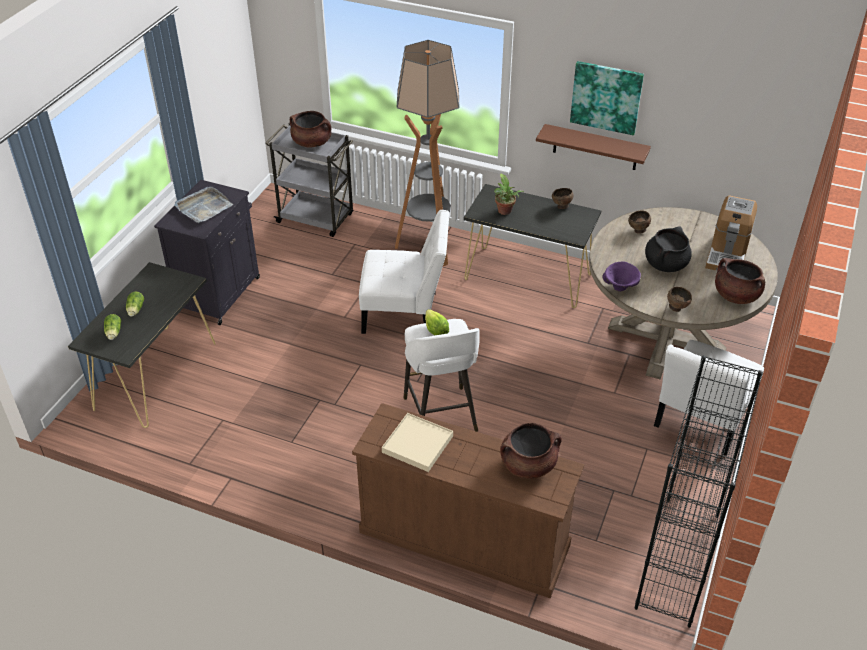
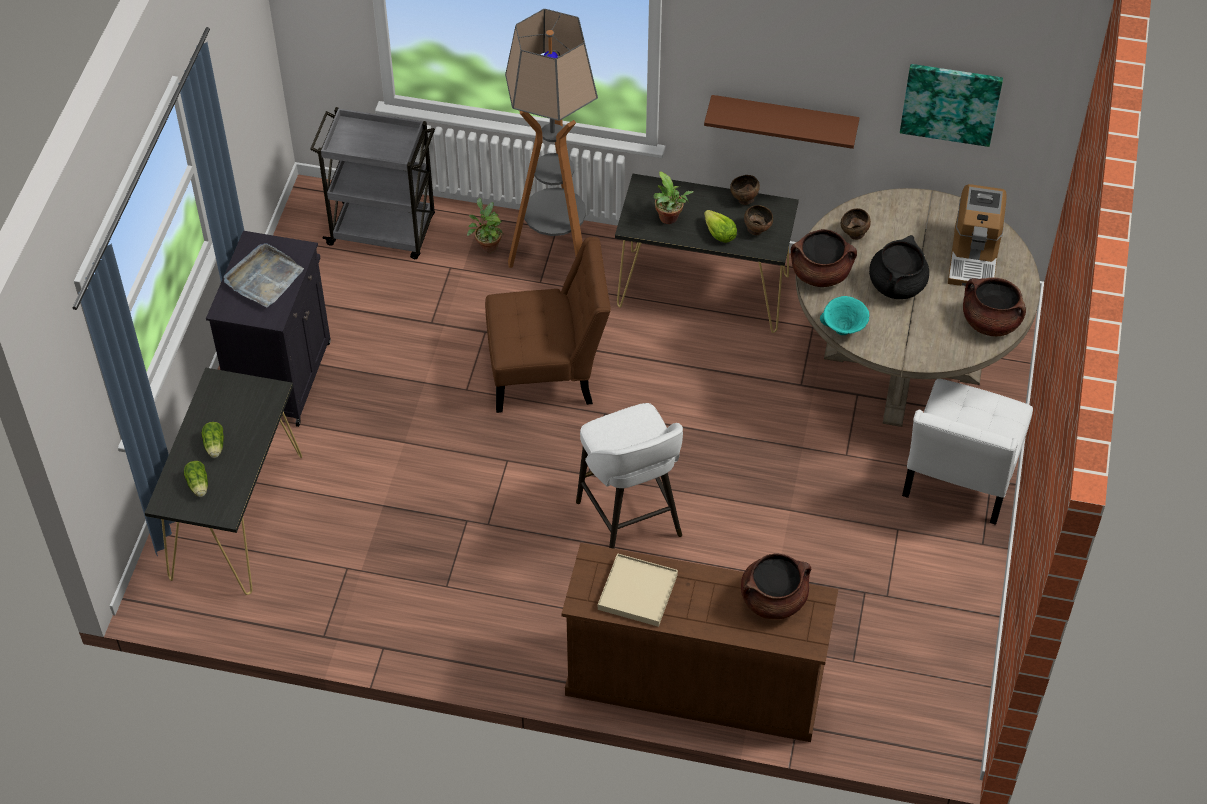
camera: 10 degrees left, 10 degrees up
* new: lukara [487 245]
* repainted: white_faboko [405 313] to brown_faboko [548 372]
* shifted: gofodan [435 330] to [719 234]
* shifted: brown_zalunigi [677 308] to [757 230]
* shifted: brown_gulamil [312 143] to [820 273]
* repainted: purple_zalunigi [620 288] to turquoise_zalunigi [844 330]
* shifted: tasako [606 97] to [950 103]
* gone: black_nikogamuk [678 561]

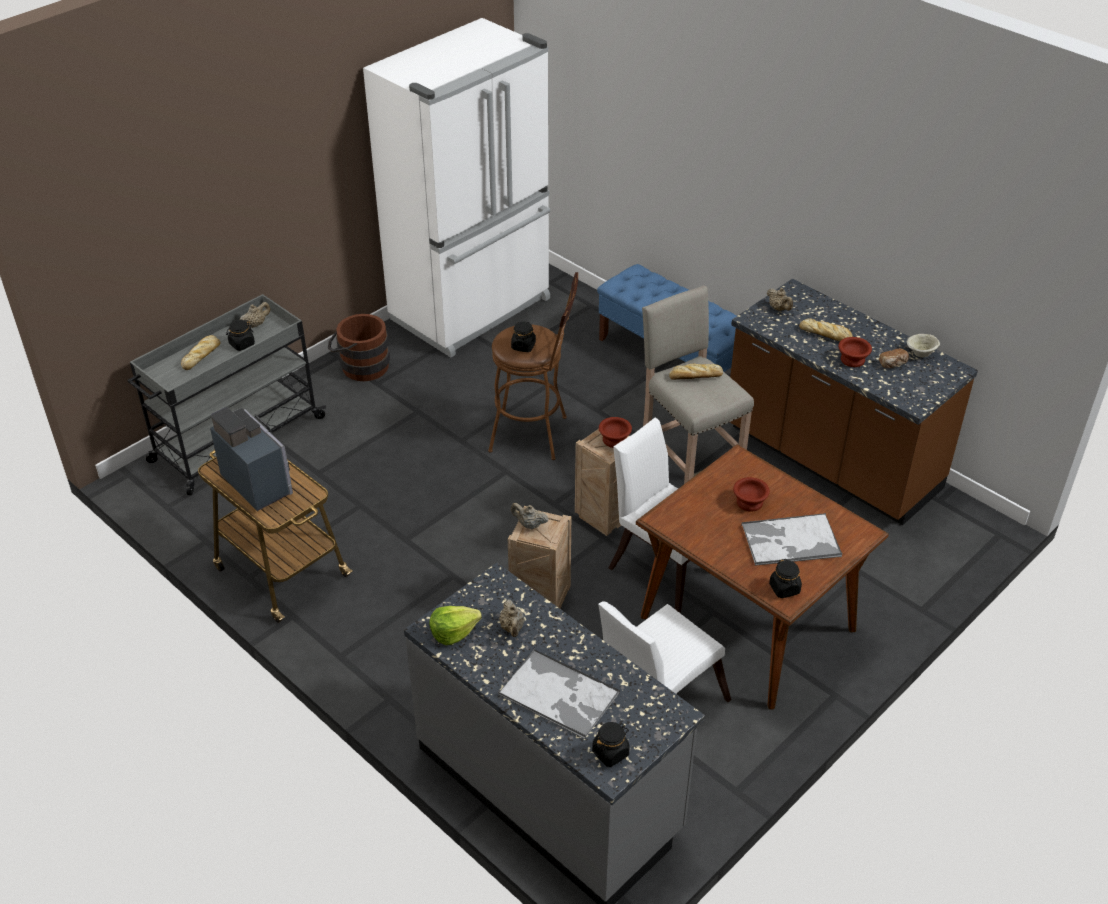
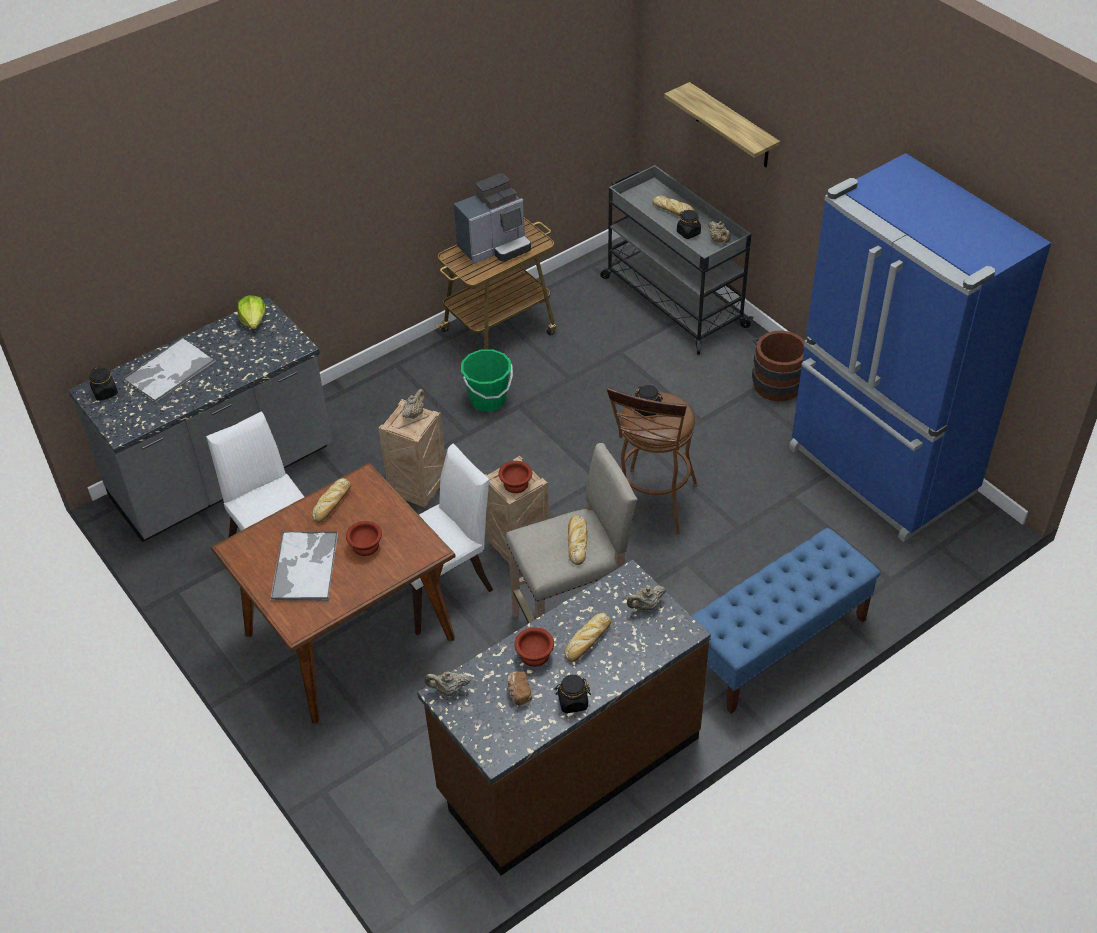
camera: 100 degrees right, 5 degrees up
* new: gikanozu [331 504]
* shifted: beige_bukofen [512 628] to [448 690]
* new: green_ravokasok [488 400]
* shifted: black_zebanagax [784 589] to [572 702]
* new: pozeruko [732 127]
* repainted: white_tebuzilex [473 310] to blue_tebuzilex [880 472]
* gone: beige_zalunigi [920 354]

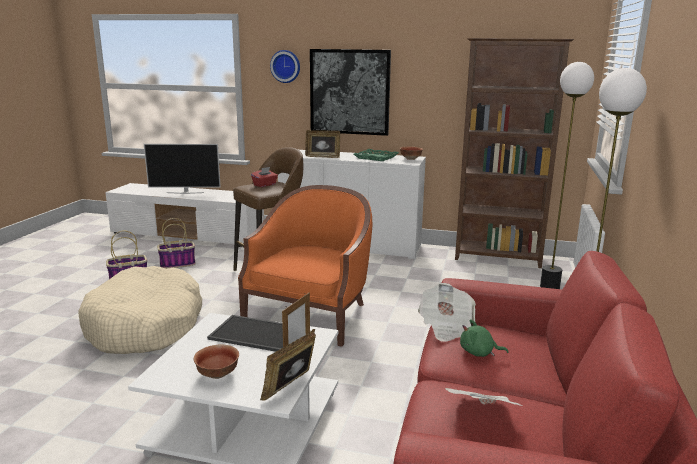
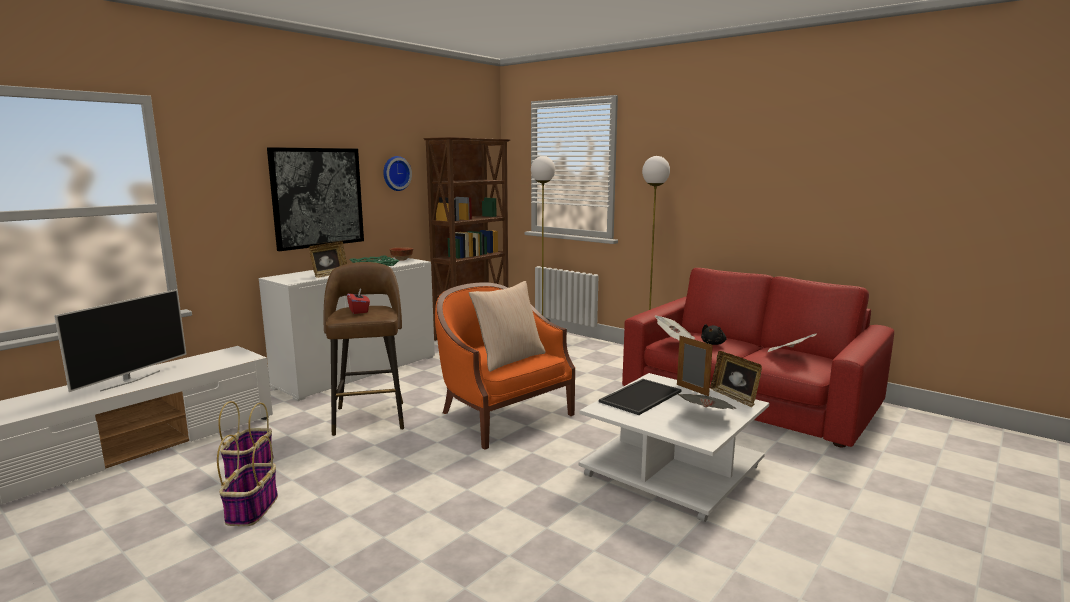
camera: 65 degrees left, 5 degrees down
* shifted: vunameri [286 66] to [395 173]
* new: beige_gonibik [509 359]
* swapped: zalunigi [218 374] to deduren [706 417]
* repainted: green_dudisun [479 353] to black_dudisun [713 344]
* gone: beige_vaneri [145 326]

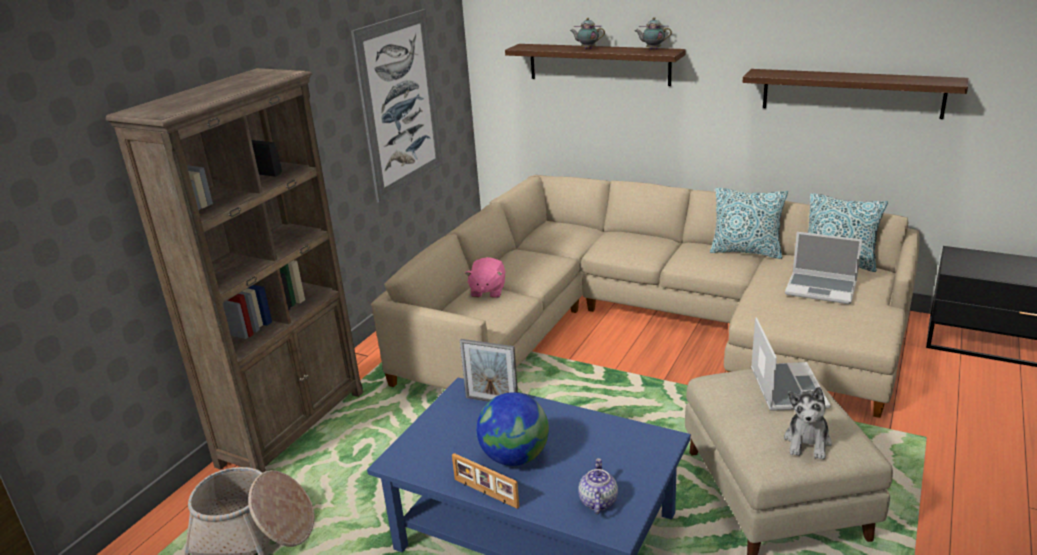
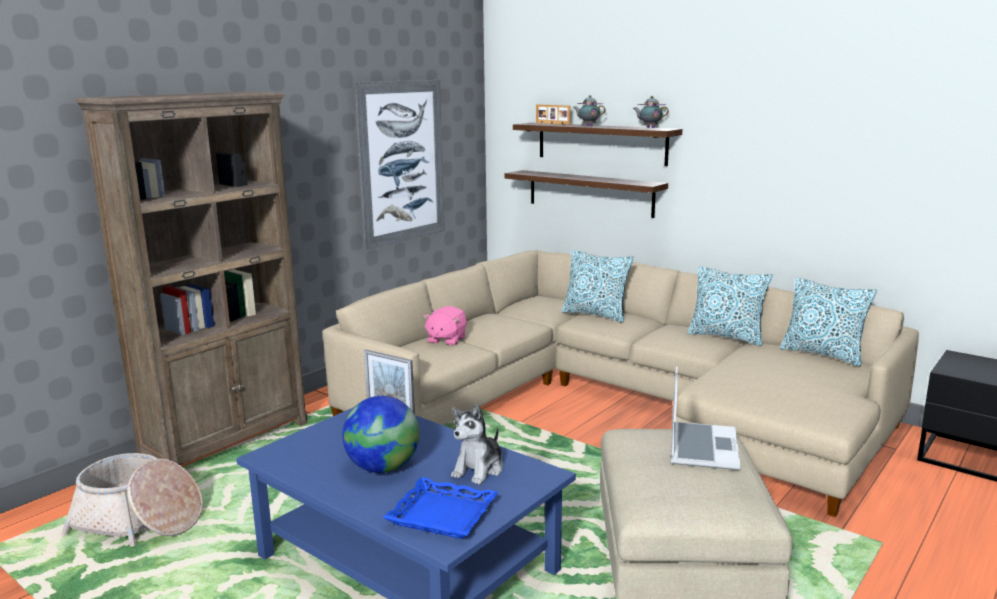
camera: 10 degrees right, 10 degrees down
* swapped: bukofen [597 501] to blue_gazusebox [442 515]
* shifted: dudisun [807 442] to [479 469]
* shifted: pozeruko [851 93] to [590 193]
* shifted: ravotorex [485 493] to [552 123]
* new: gonibik [595 314]
* gone: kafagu [821 289]

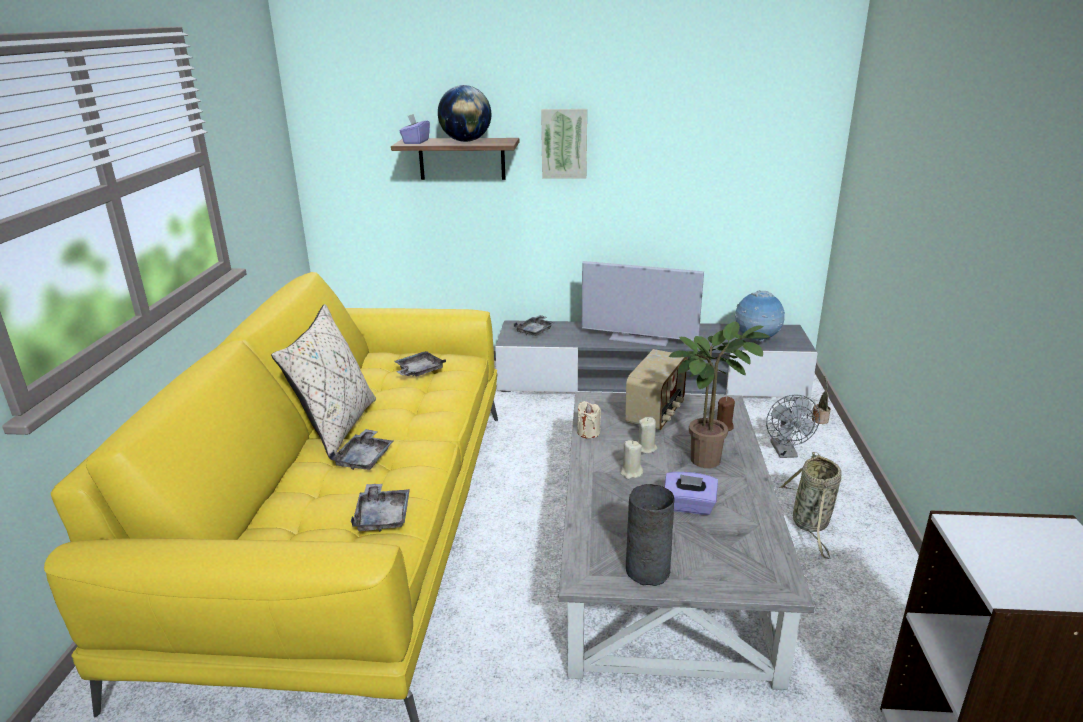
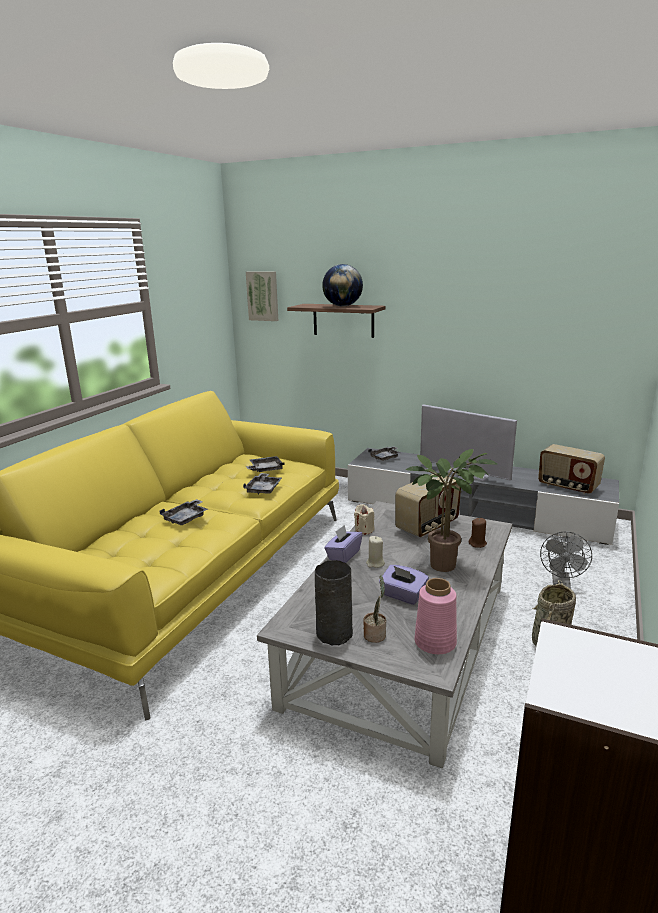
camera: 20 degrees right, 5 degrees down
* shifted: grey_gazusebox [382 516] to [264 489]
* shifted: tasako [564 143] to [263 296]
* shifted: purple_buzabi [415 142] to [343 555]
* shifted: lukara [820 419] to [375 634]
* new: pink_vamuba [436 642]
* swapped: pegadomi [756 340] to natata [567 486]
* gone: beige_gonibik [336 427]
* gone: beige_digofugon [646 448]

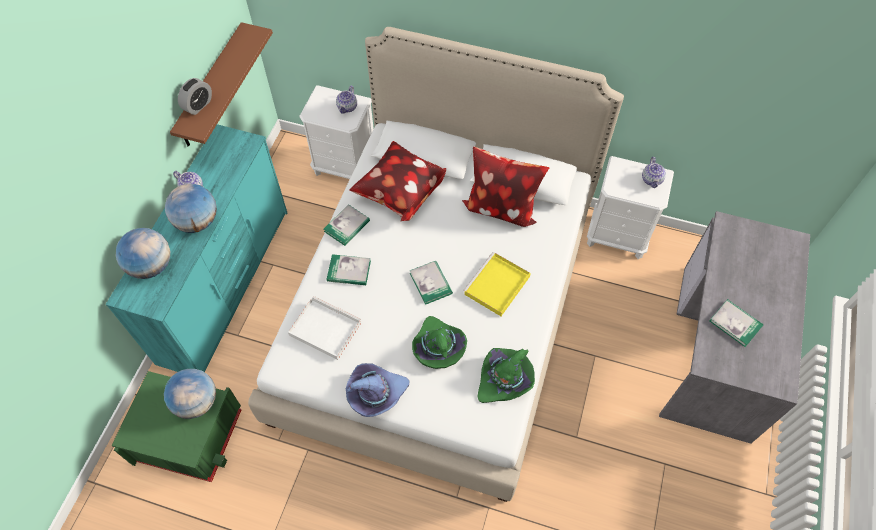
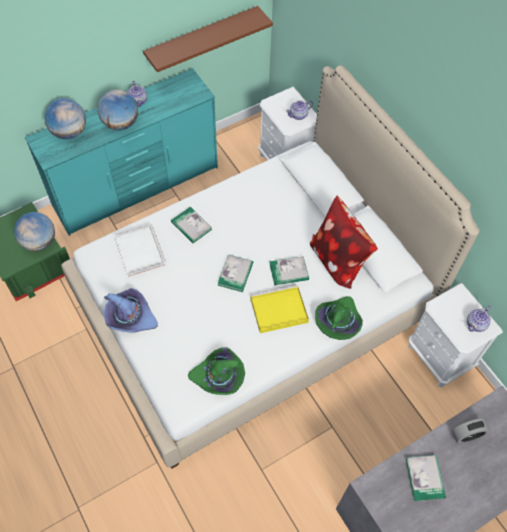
camera: 40 degrees right, 0 degrees up
* shifted: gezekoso [347 226] to [289 272]
* shifted: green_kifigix [438 347] to [338 321]
* shifted: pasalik [198 105] to [467 435]
* gone: gonibik [399 193]

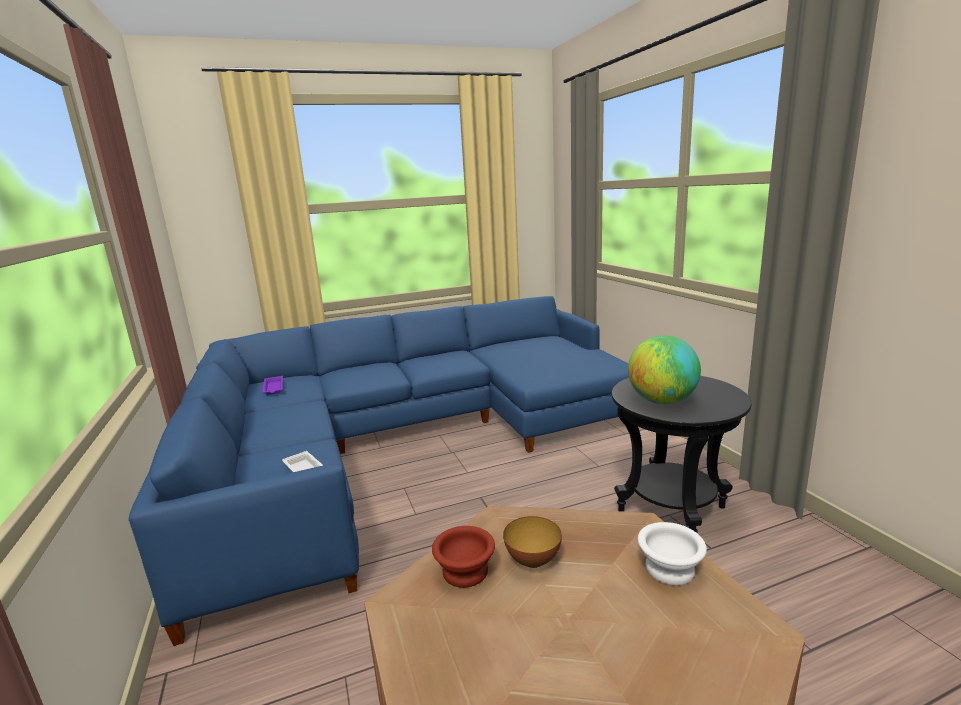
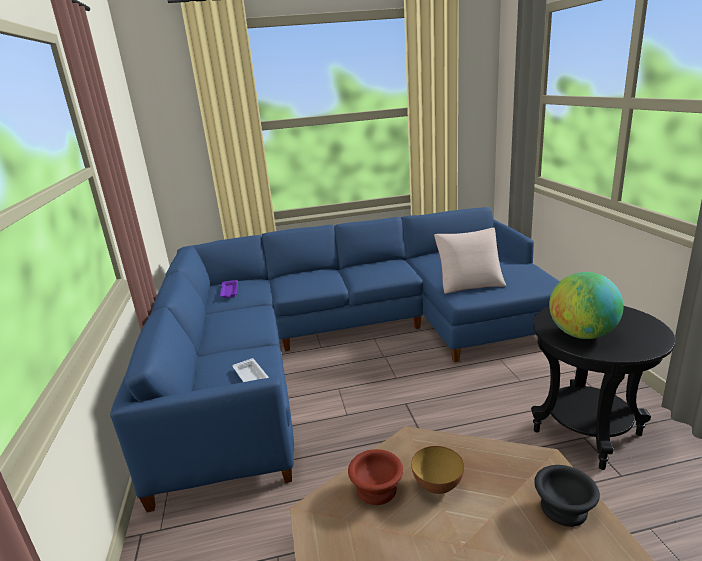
camera: 10 degrees right, 5 degrees up
* new: beige_gonibik [469 283]
* repainted: white_zalunigi [668 570] to black_zalunigi [562 510]

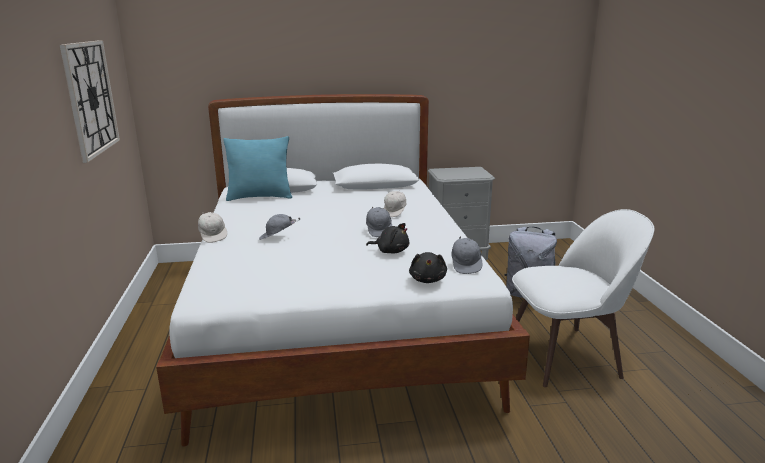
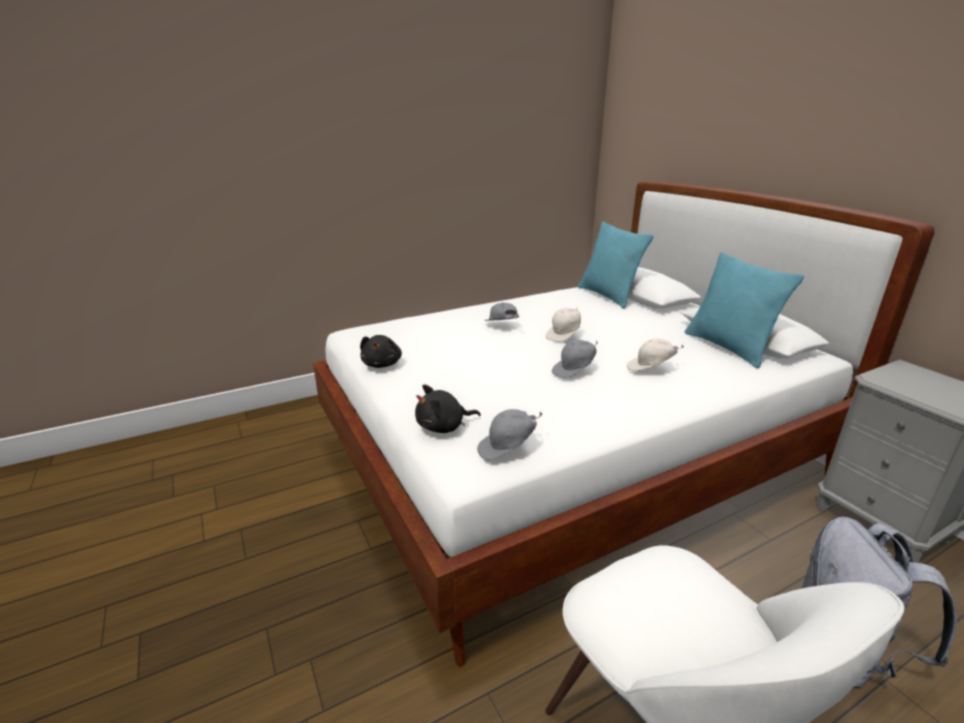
camera: 70 degrees right, 5 degrees up
* shifted: black_dudisun [391 251] to [382 364]
* shifted: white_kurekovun [213 236] to [564 335]
* new: turquoise_gonibik [728 347]
* gone: vunameri [90 98]

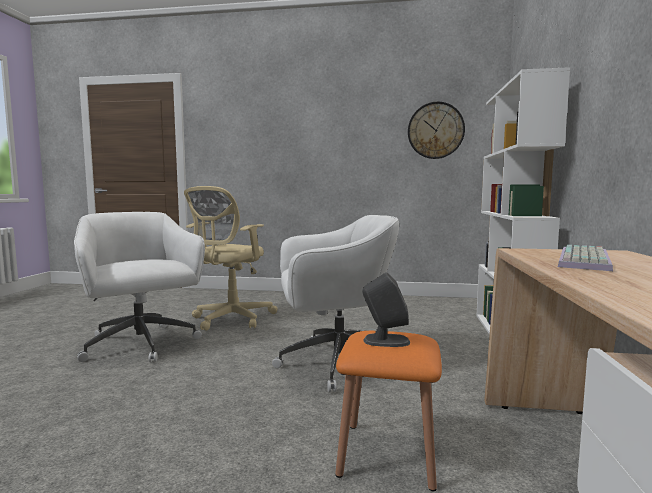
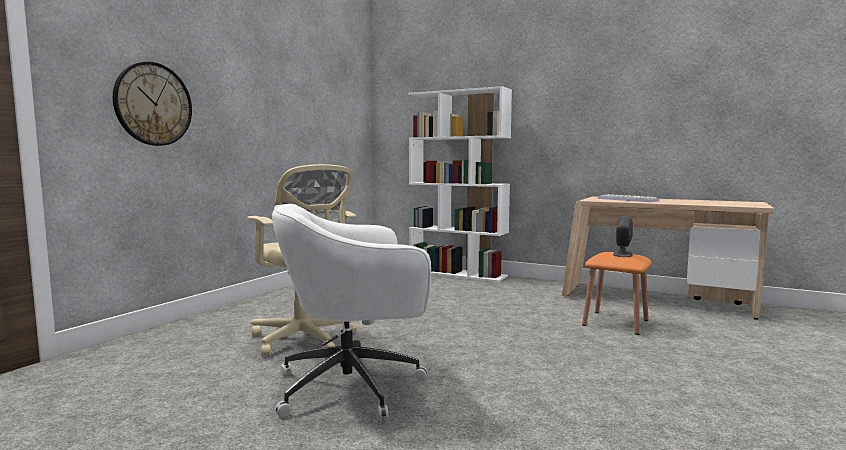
camera: 70 degrees left, 0 degrees up
* shifted: vunameri [435 130] to [153 104]
* gone: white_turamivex [334 364]

